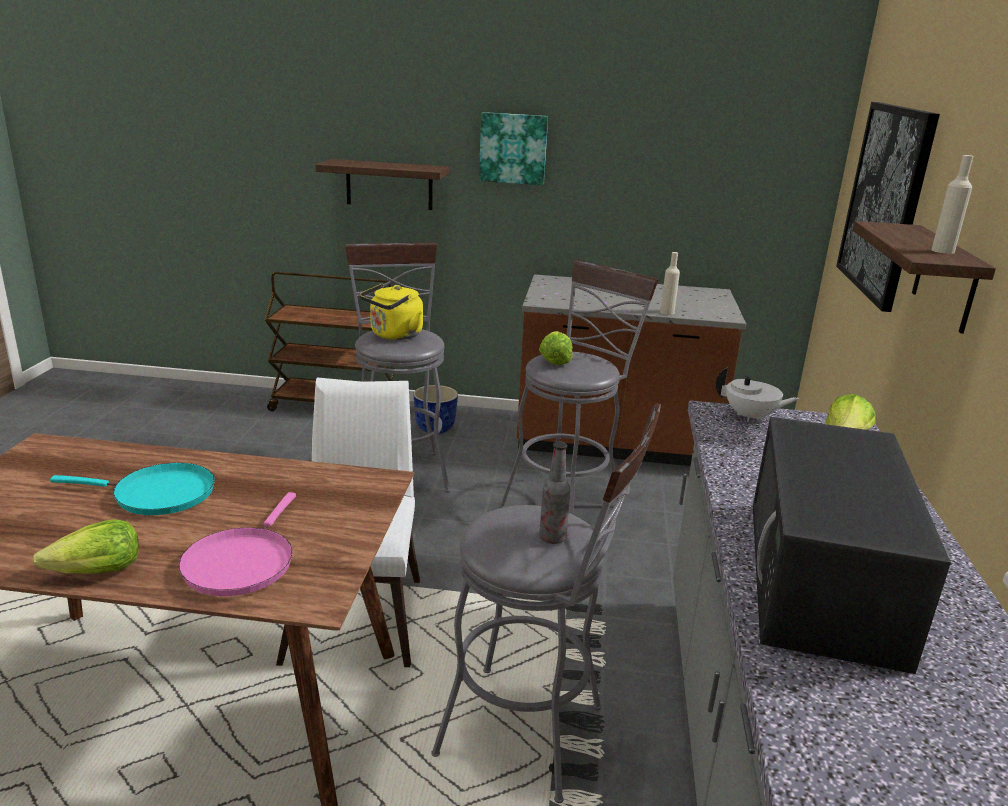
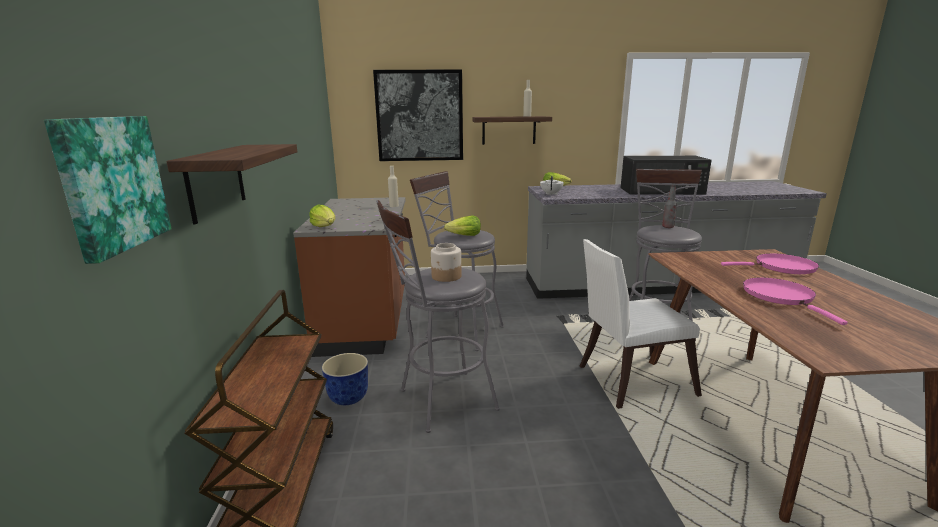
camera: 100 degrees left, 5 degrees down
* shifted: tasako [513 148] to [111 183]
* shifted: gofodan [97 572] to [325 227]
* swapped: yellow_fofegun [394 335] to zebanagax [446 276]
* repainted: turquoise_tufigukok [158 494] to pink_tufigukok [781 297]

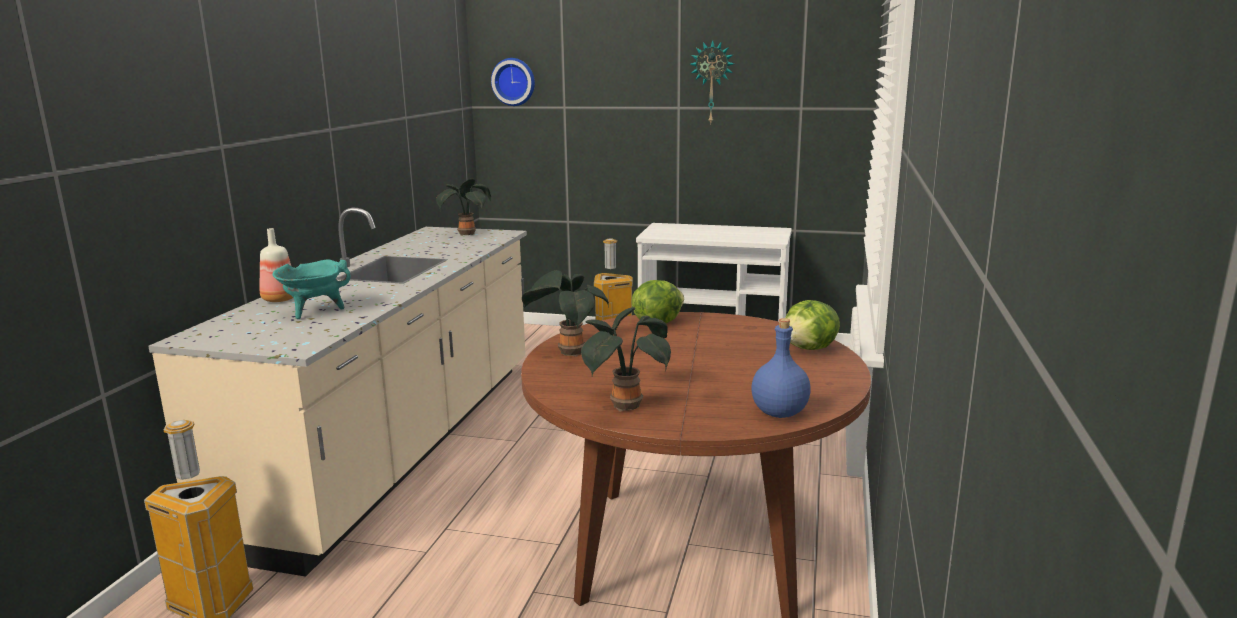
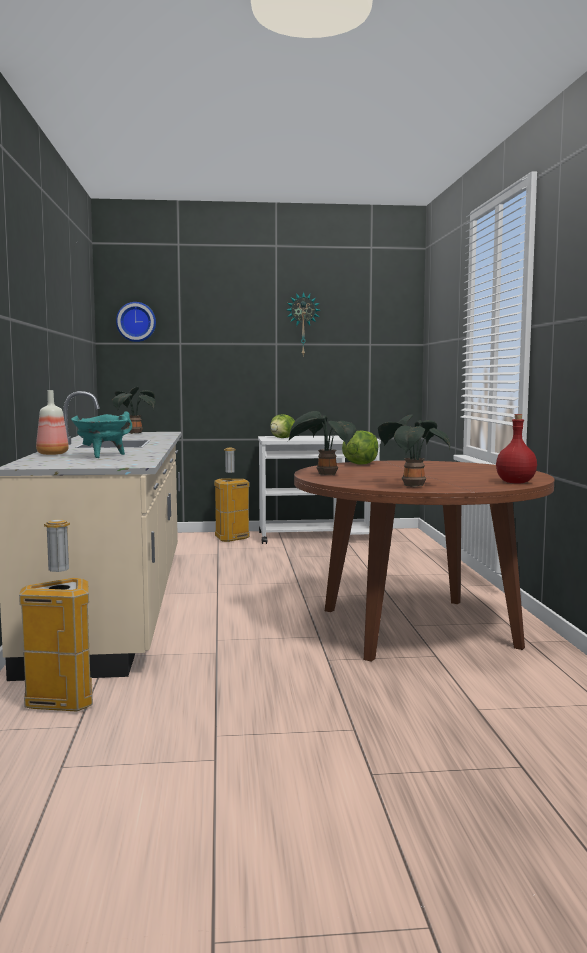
camera: 20 degrees left, 10 degrees down
* shifted: gofodan [809 349] to [283 438]
* repainted: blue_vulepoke [780 413] to red_vulepoke [516 482]

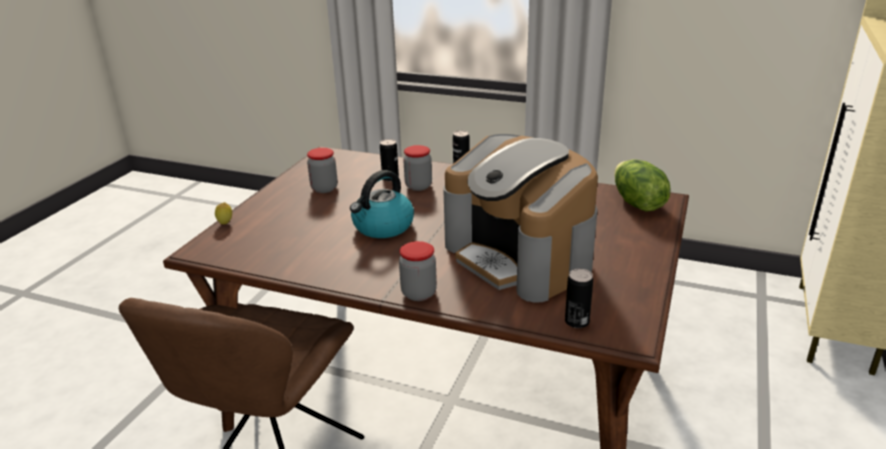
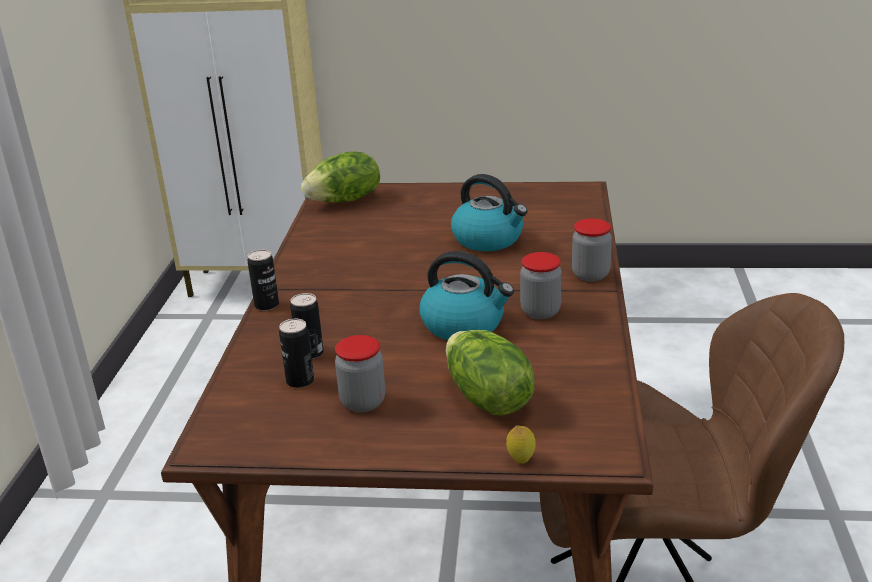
camera: 105 degrees left, 0 degrees up
* shifted: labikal [577 322] to [300 381]
* new: gofodan [486 398]
* swapped: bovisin [520 257] to fofegun [489 239]
* shifted: zebanagax [418 186] to [540 311]

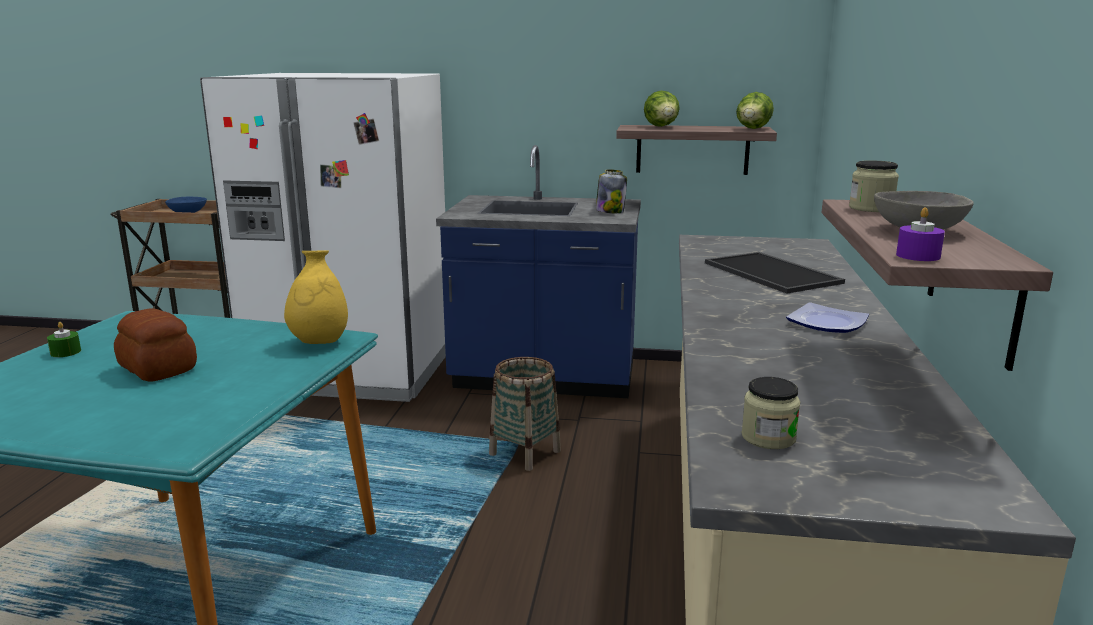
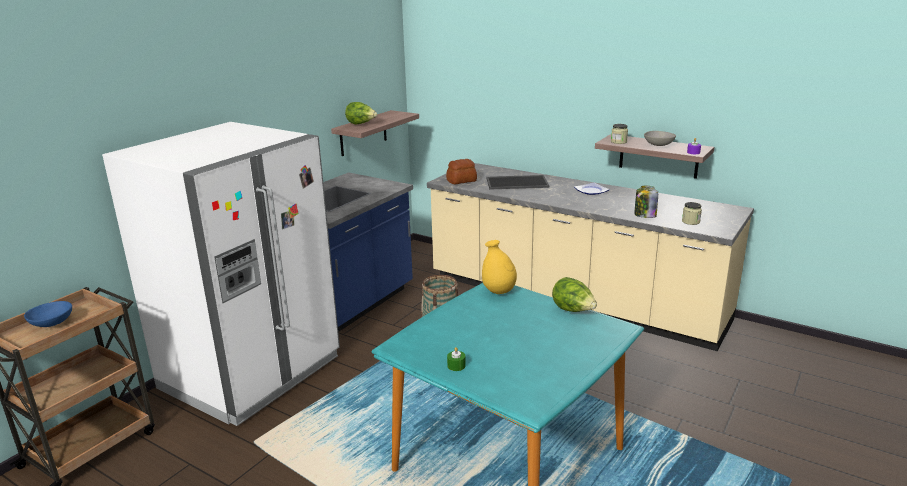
camera: 65 degrees left, 5 degrees up
* shifted: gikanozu [157 369] to [462 181]
* shifted: gofodan [753 129] to [573 310]
* shifted: zebanagax [610 211] to [644 215]

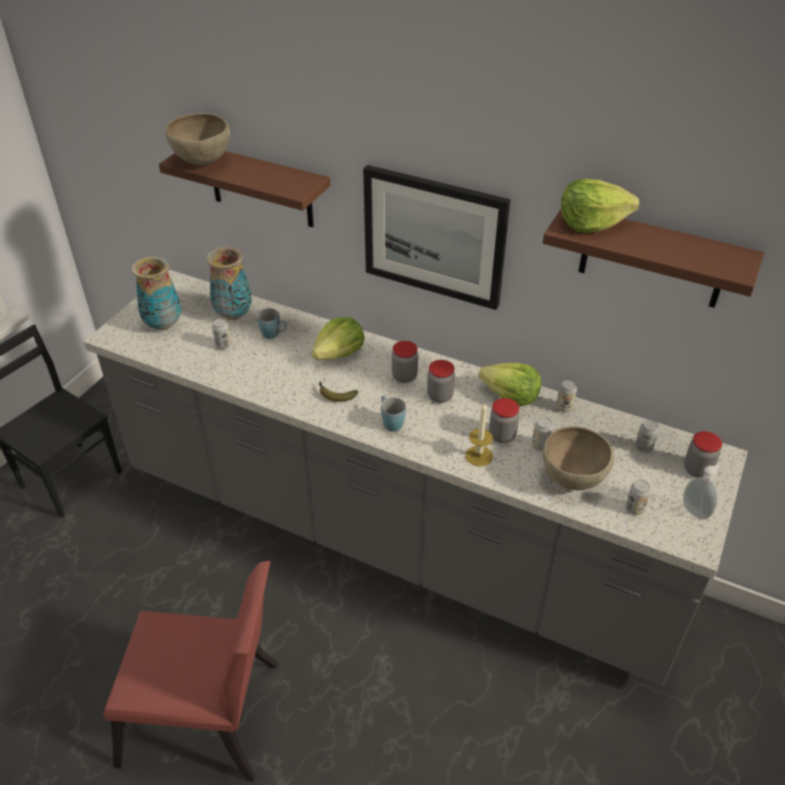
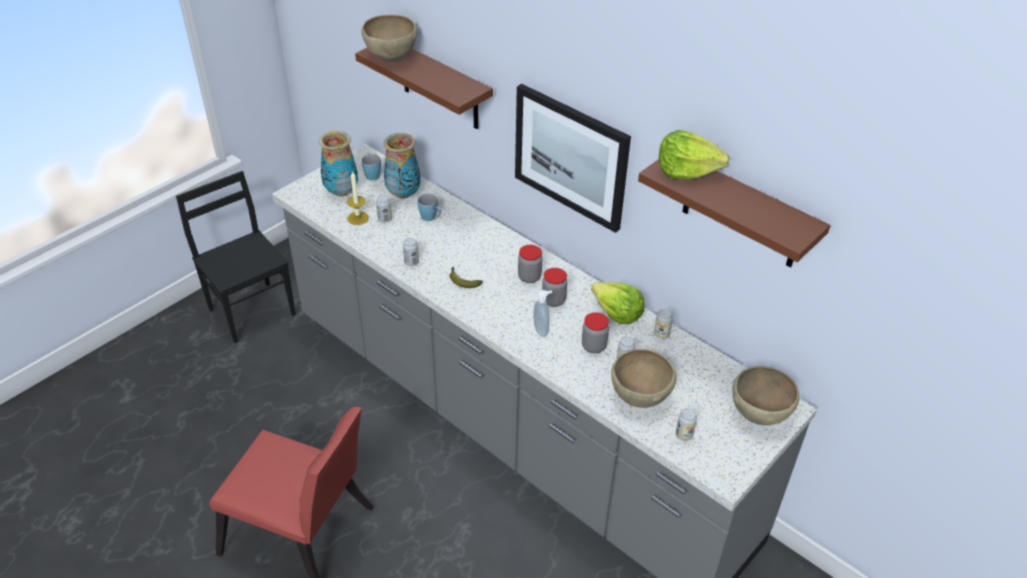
camera: 15 degrees right, 0 degrees up
* shifted: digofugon [479 456] to [358 218]
* shifted: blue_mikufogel [390 422] to [372 174]
* shifted: labikal [643 448] to [411 262]
* shifted: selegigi [696 511] to [542 330]
* swapped: zebanagax [697 469] to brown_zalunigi [759 414]
* gone: gofodan [339 353]

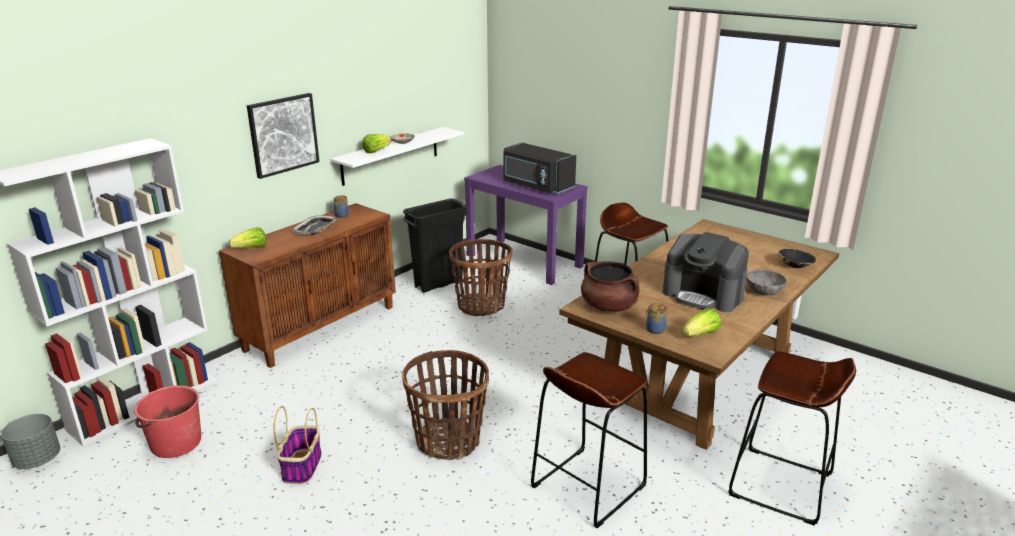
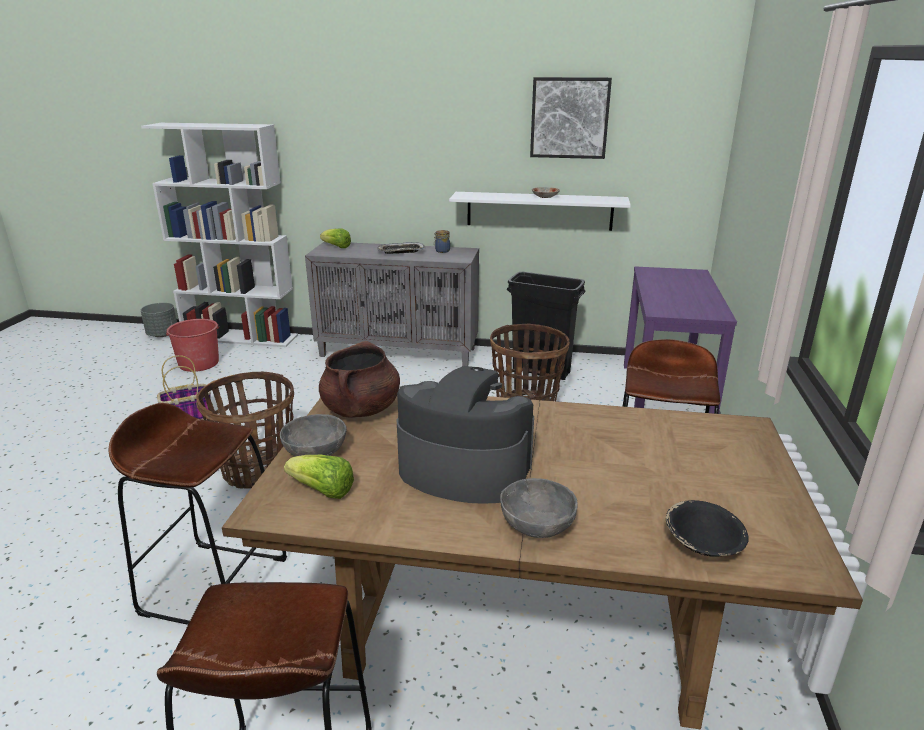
camera: 60 degrees right, 0 degrees up
* swapped: zebanagax [654 329] to grey_zalunigi [315 452]
* repainted: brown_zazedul [321 327] to grey_zazedul [399 352]
* rotated: bovisin [703 295] = [463 469] 105 degrees clockwise
* shifted: tasako [283 134] to [569 118]
* gone: gofodan [376 151]
* gone: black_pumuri [536 186]

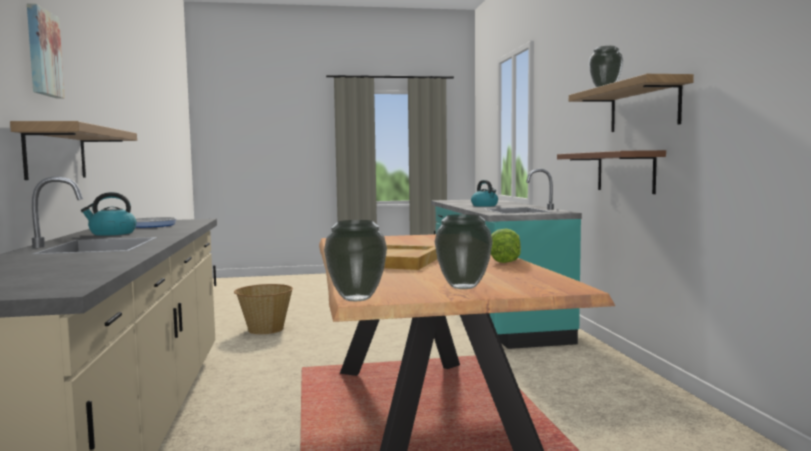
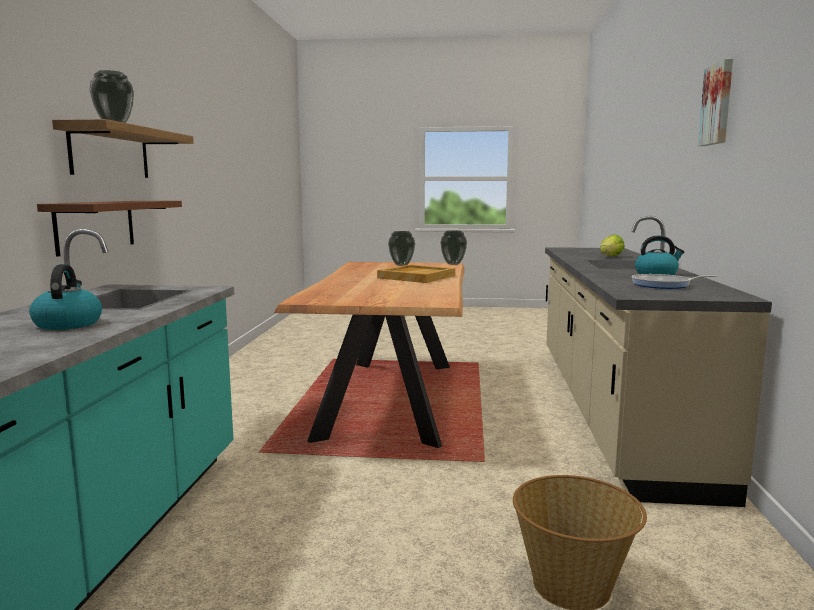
camera: 165 degrees left, 5 degrees up
* shifted: gofodan [506 260] to [610 257]
* gone: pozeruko [56 153]

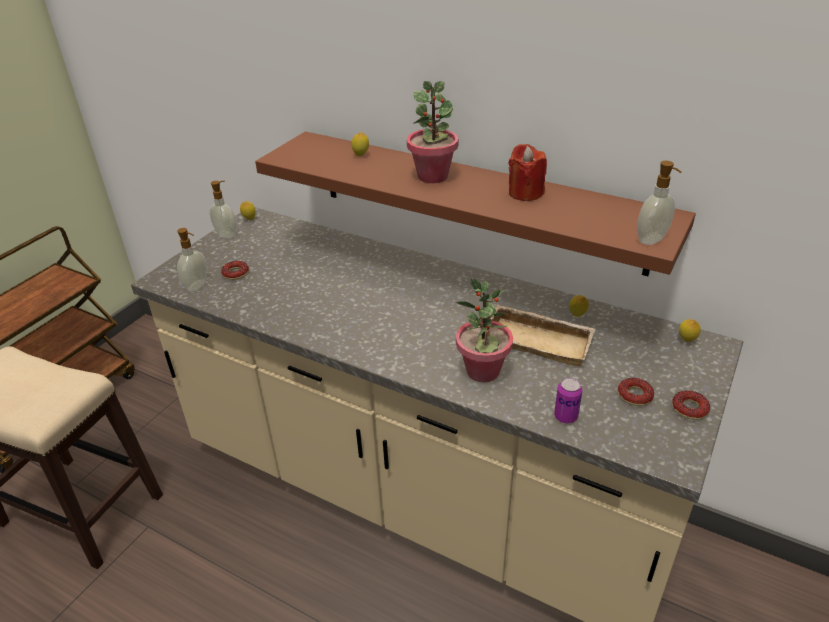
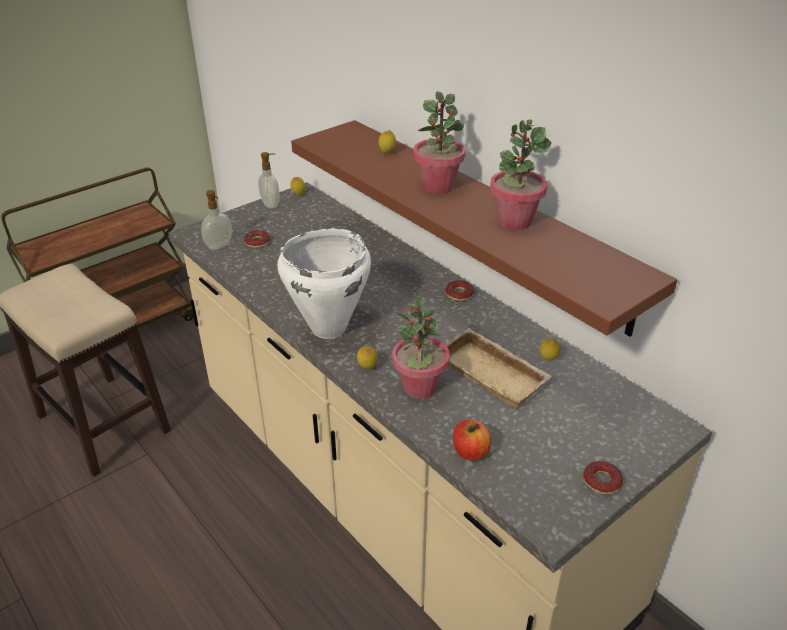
camera: 20 degrees right, 0 degrees up
* new: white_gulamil [327 328]
* shifted: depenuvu [686 341] to [367 368]
* shifted: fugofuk [634 395] to [459 294]
* swapped: labikal [565 416] to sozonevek [470 452]
* swapped: red_digofugon [525 193] to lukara [514 221]
* gone: selegigi [652 240]

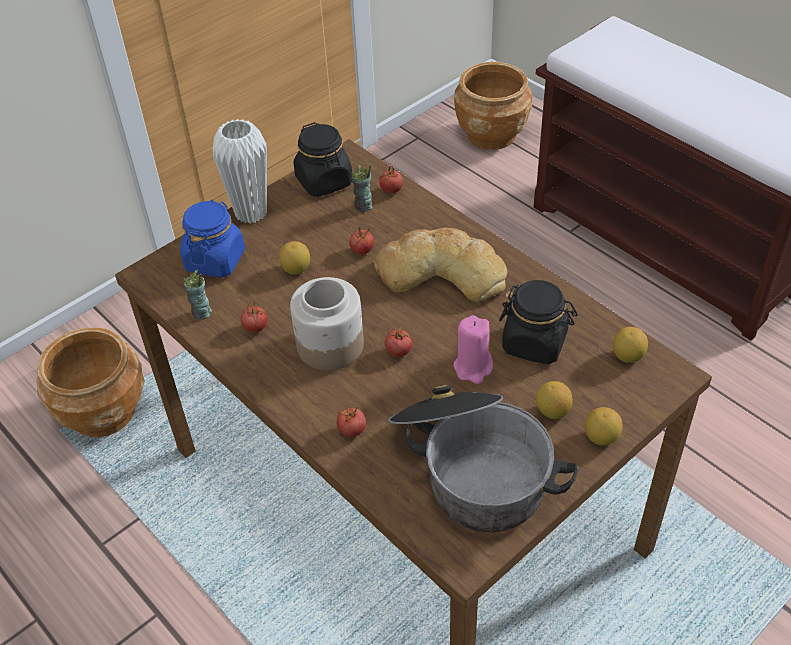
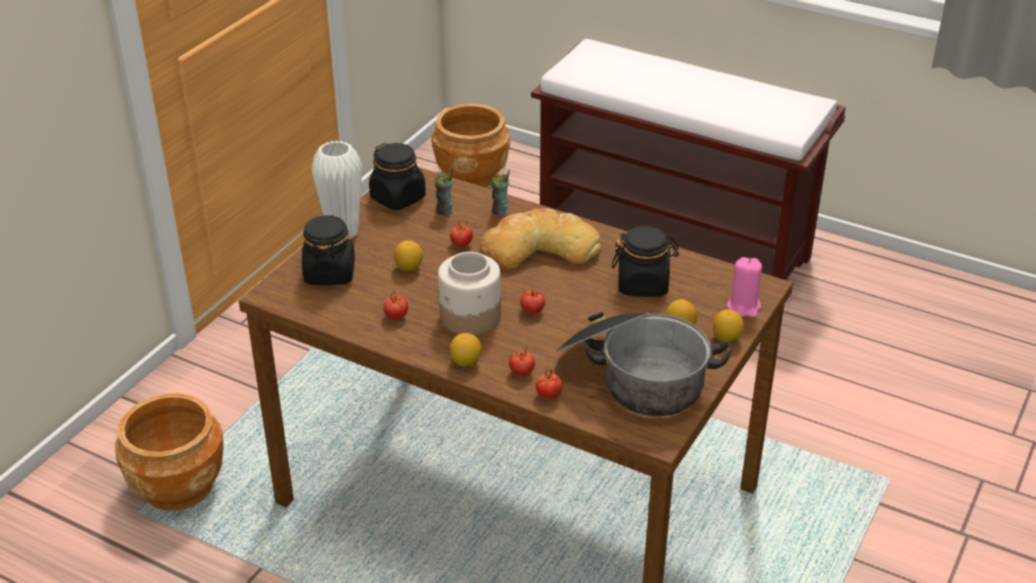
camera: 20 degrees left, 10 degrees down
* repainted: blue_zebanagax [215 260] to black_zebanagax [329 273]
* shifted: depenuvu [627 356] to [466 362]
* shifted: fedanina [201 313] to [500 212]
* shifted: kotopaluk [391 190] to [548 395]
* shifted: pink_digofugon [473 367] to [744 307]

